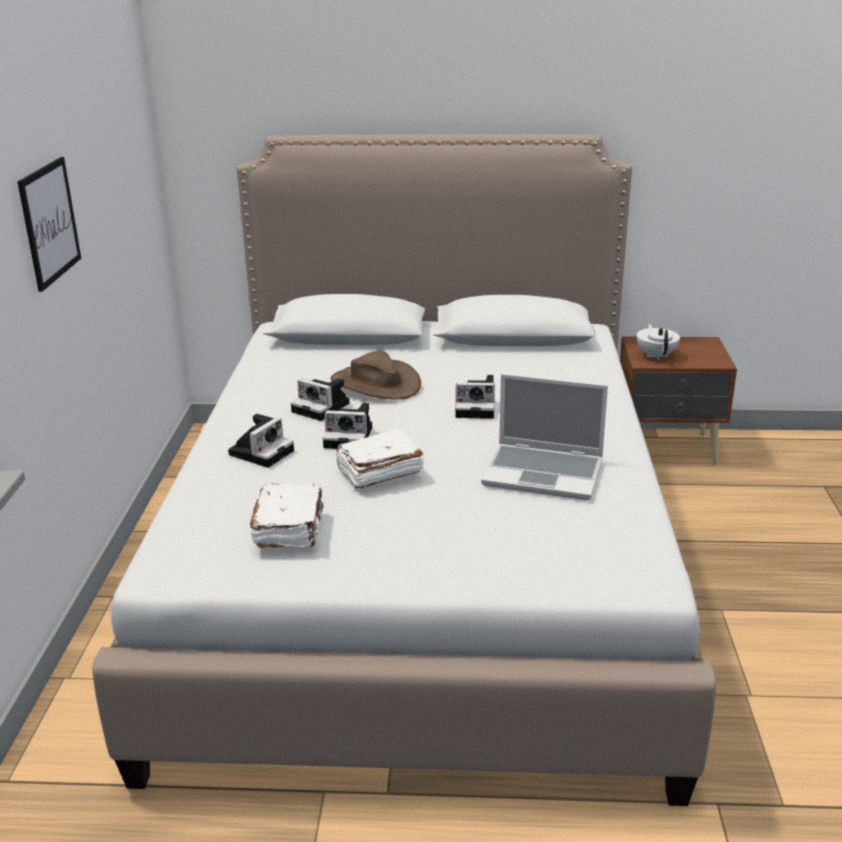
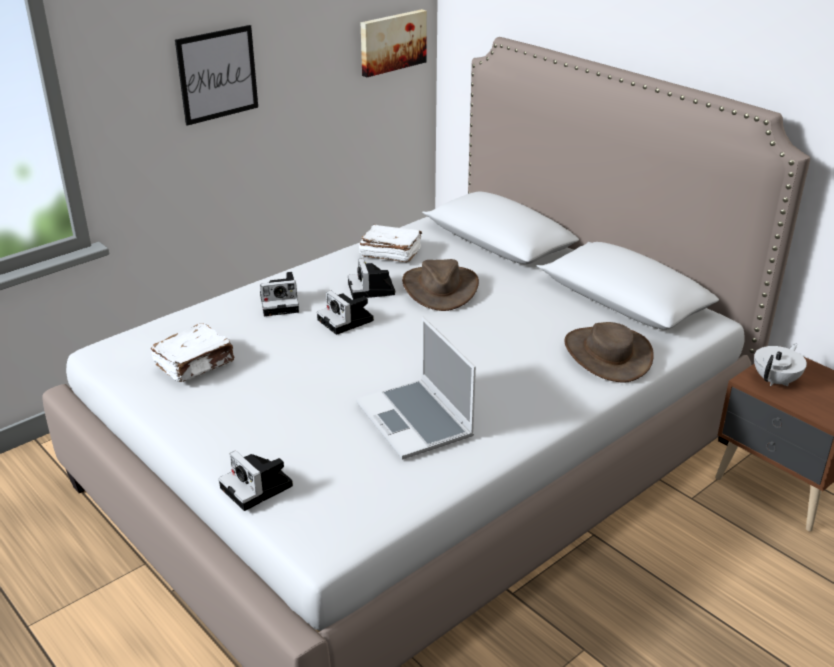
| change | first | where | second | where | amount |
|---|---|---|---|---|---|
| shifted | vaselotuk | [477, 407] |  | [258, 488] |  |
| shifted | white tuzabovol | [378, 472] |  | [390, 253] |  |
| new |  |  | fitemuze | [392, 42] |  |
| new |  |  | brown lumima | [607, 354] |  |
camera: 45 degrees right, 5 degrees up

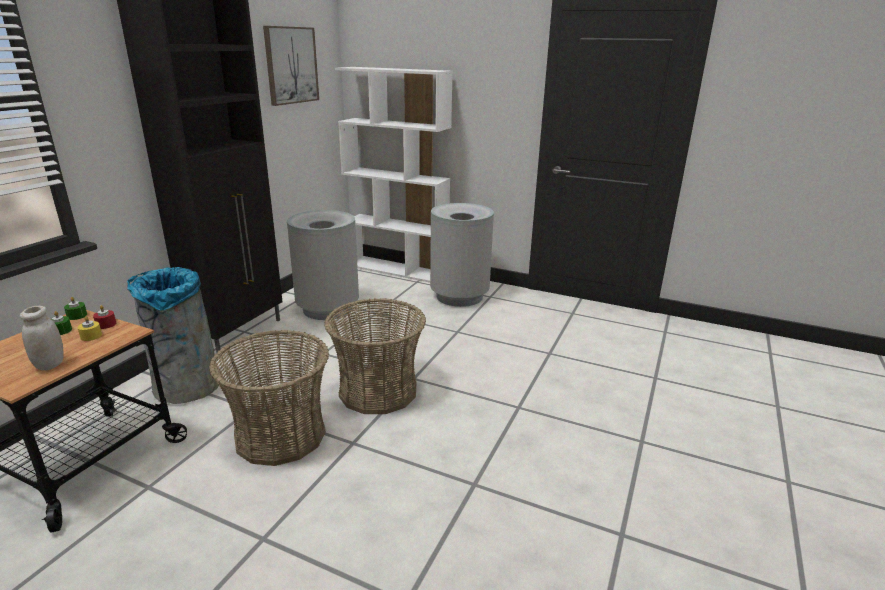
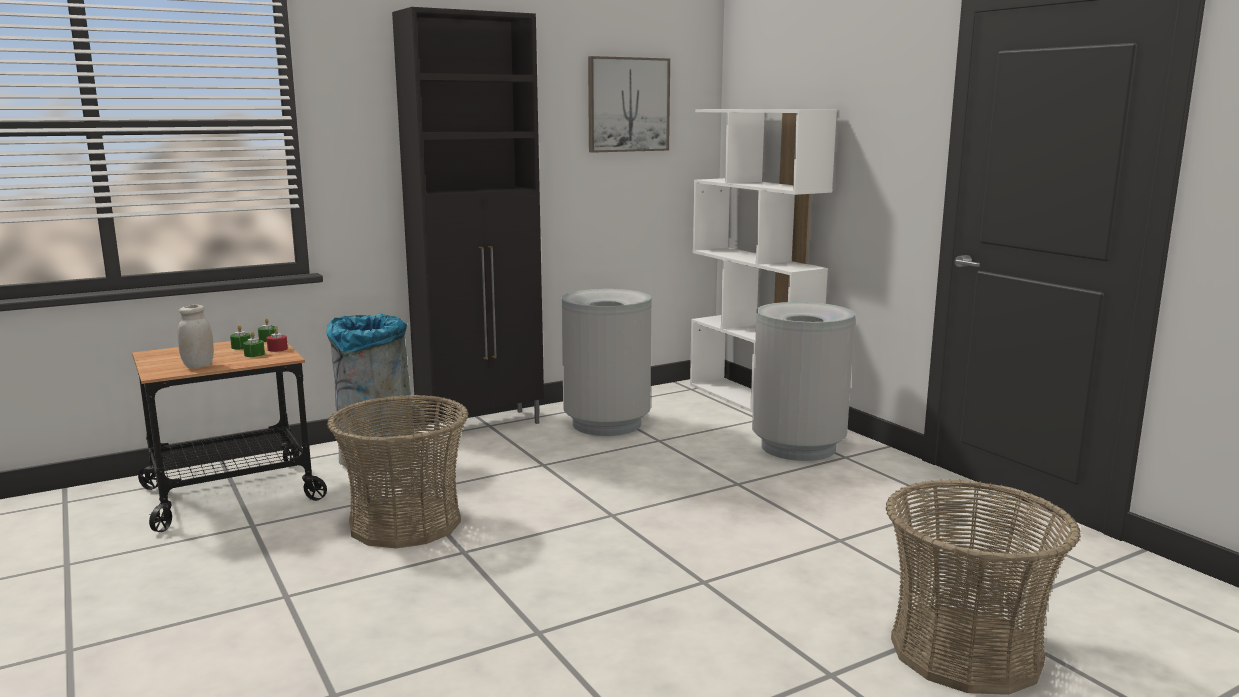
| change | first | where | second | where | amount |
|---|---|---|---|---|---|
| repainted | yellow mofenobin | [91, 336] | green mofenobin | [254, 354] |  |
| shifted | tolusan | [378, 391] |  | [965, 651] |  |
camera: 35 degrees right, 10 degrees down

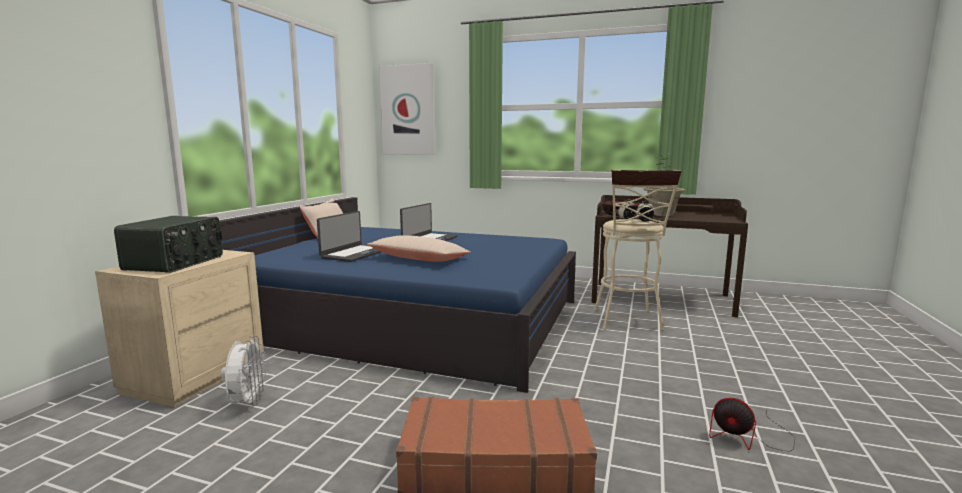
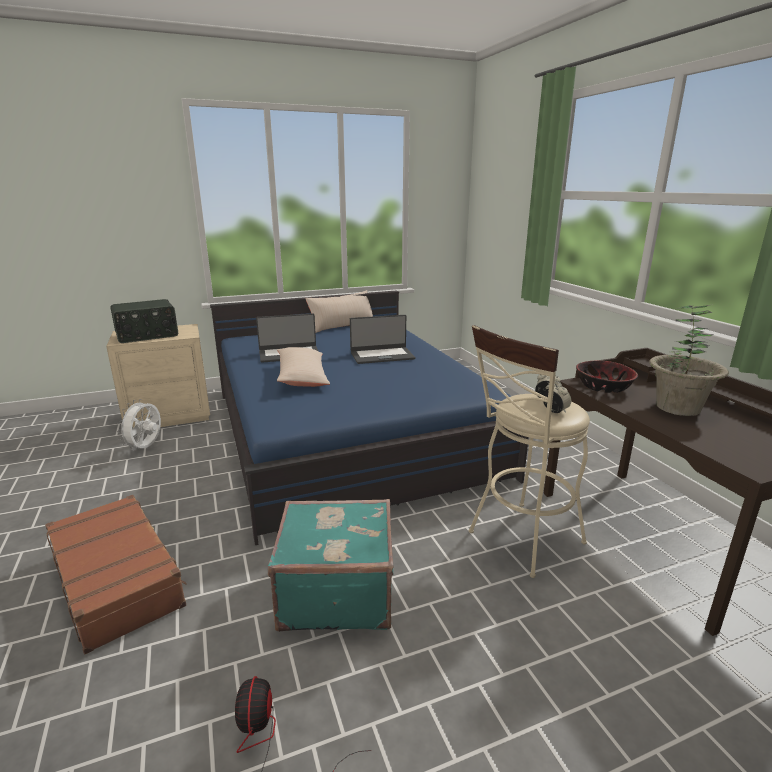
| change | first | where | second | where | amount |
|---|---|---|---|---|---|
| rotated | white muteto | [247, 403] |  | [146, 448] | 150 degrees clockwise |
| new |  |  | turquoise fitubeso | [336, 591] |  |
| gone | fitemuze | [408, 110] |  |  |  |
camera: 50 degrees right, 10 degrees up

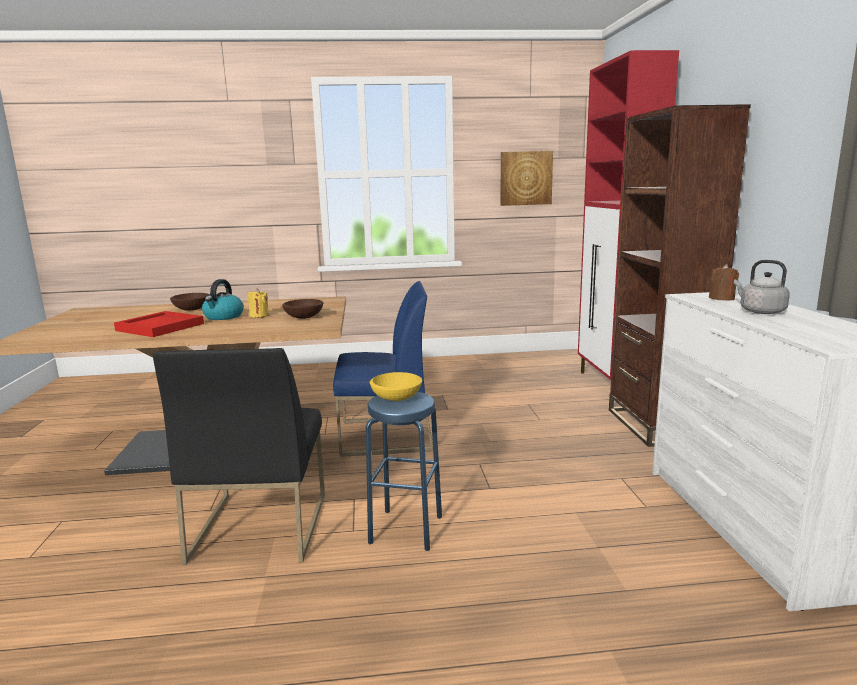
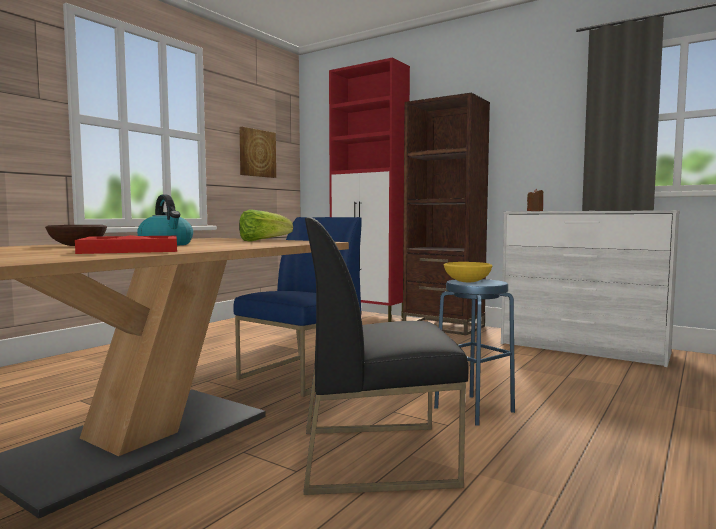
| change | first | where | second | where | amount |
|---|---|---|---|---|---|
| swapped | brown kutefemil | [304, 317] | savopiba | [262, 241] |  |
| rotated | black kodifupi | [259, 526] |  | [377, 456] | 135 degrees clockwise |
| gone | yellow mofenobin | [259, 316] |  |  |  |
| gone | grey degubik | [759, 311] |  |  |  |
camera: 50 degrees left, 10 degrees down

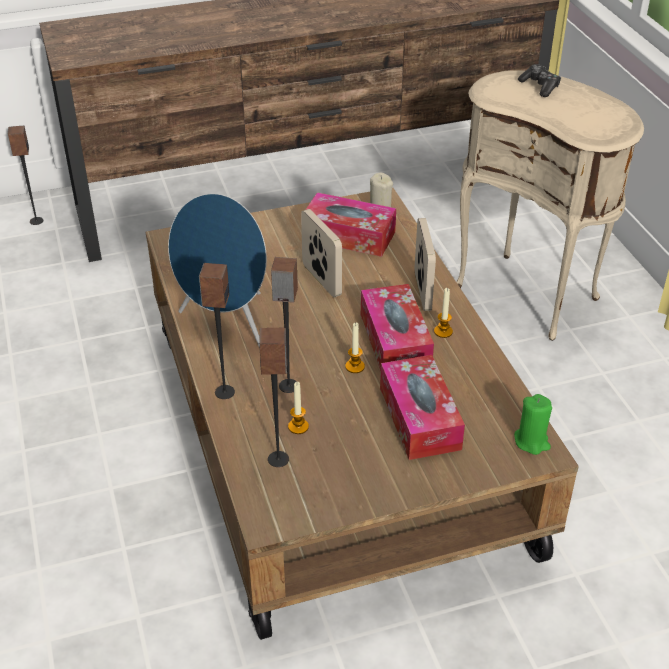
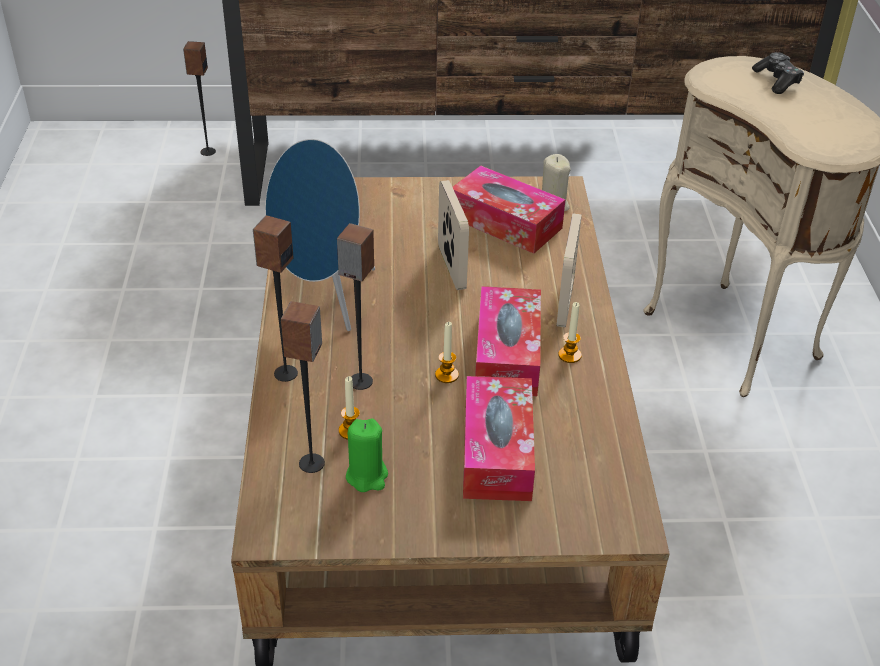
| change | first | where | second | where | amount |
|---|---|---|---|---|---|
| shifted | green mofenobin | [532, 441] |  | [367, 476] |  |
camera: 15 degrees right, 0 degrees up

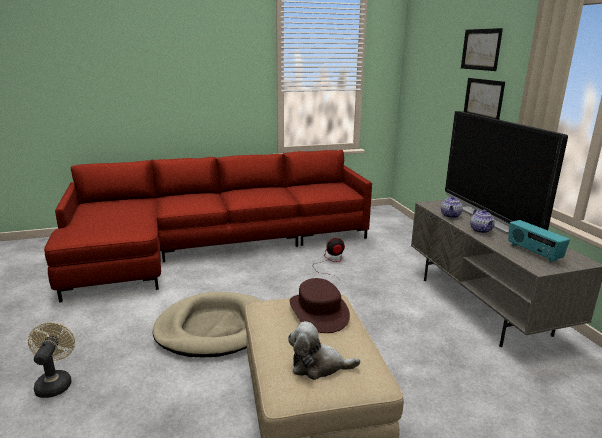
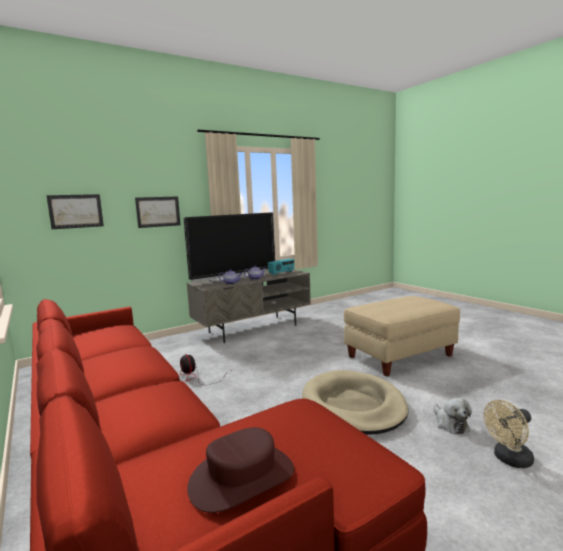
| change | first | where | second | where | amount |
|---|---|---|---|---|---|
| shifted | fitemuze | [481, 49] |  | [76, 211] |  |
| shifted | brown lumima | [319, 312] |  | [242, 477] |  |
| shifted | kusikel | [318, 366] |  | [450, 424] |  |
camera: 105 degrees left, 10 degrees down

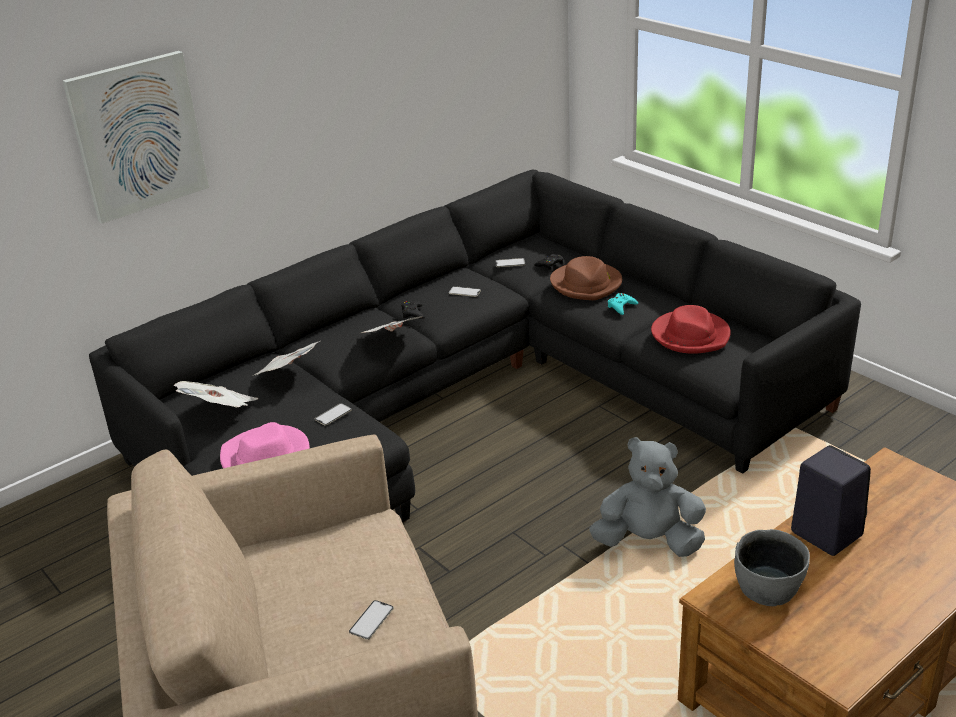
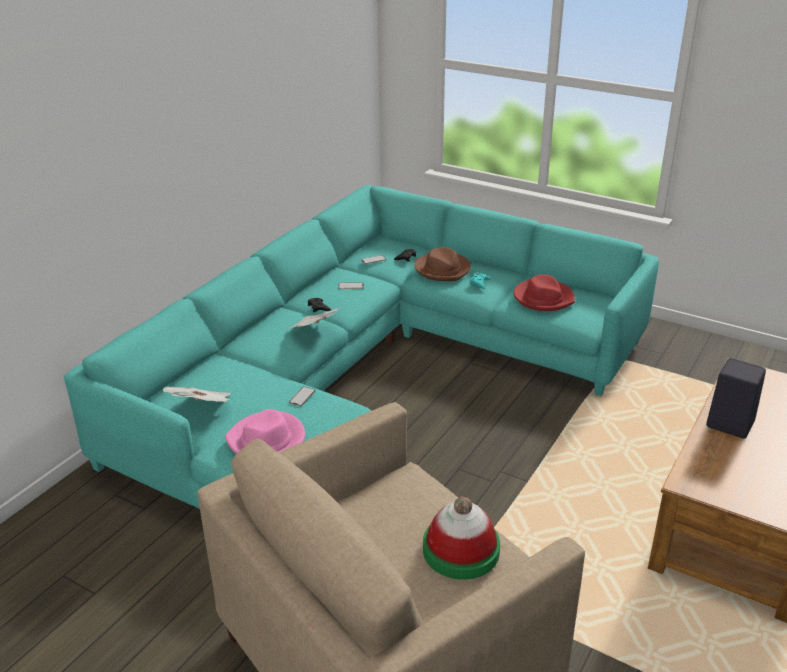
| change | first | where | second | where | amount |
|---|---|---|---|---|---|
| repainted | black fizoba | [471, 398] | turquoise fizoba | [368, 371] |  |
| swapped | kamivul | [371, 620] | lumima | [461, 550] |  |
| gone | fitemuze | [138, 136] |  |  |  |
| gone | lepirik | [289, 374] |  |  |  |
| gone | grey kusikel | [649, 542] |  |  |  |
| gone | grey kutefemil | [769, 587] |  |  |  |
camera: 20 degrees left, 0 degrees up

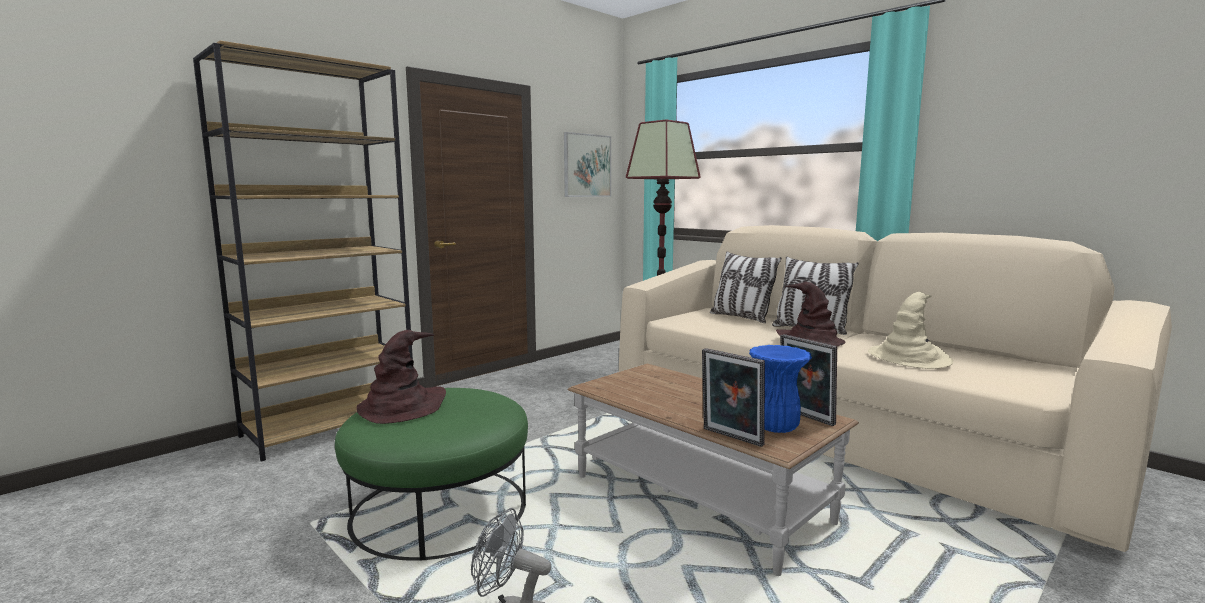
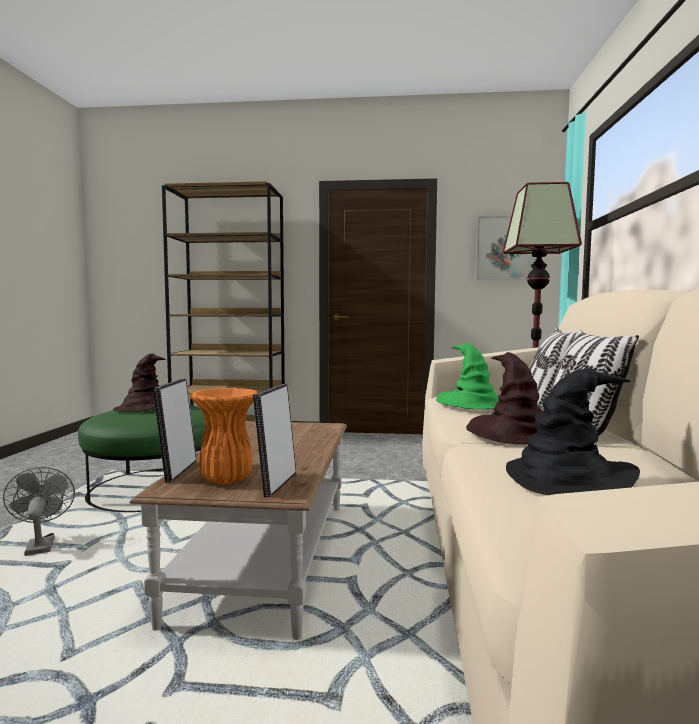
| change | first | where | second | where | amount |
|---|---|---|---|---|---|
| repainted | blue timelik | [775, 428] | orange timelik | [225, 479] |  |
| new |  |  | green lumima | [471, 404] |  |
| repainted | beige lumima | [910, 358] | black lumima | [568, 478] |  |
camera: 50 degrees right, 5 degrees down

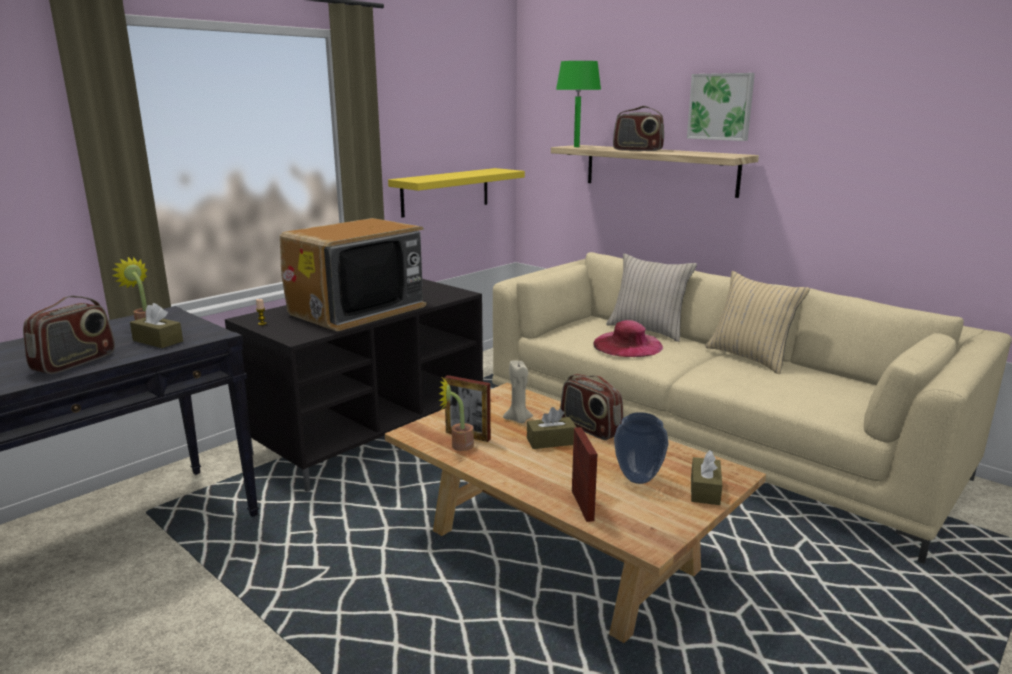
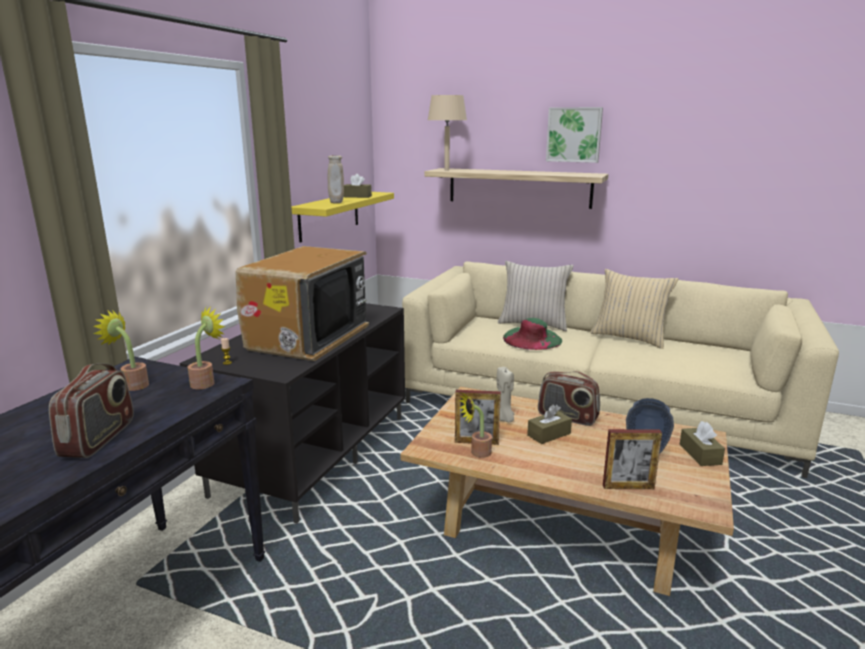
| change | first | where | second | where | amount |
|---|---|---|---|---|---|
| new |  |  | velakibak | [206, 382] |  |
| new |  |  | beige timelik | [336, 203] |  |
| shifted | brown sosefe | [158, 341] |  | [357, 196] |  |
| repainted | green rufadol | [576, 147] | beige rufadol | [447, 170] |  |
| repainted | pink lumima | [627, 345] | green lumima | [532, 339] |  |
| rotated | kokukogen | [582, 505] |  | [628, 487] | 120 degrees clockwise |
| gone | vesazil | [637, 150] |  |  |  |
camera: 20 degrees left, 0 degrees up

